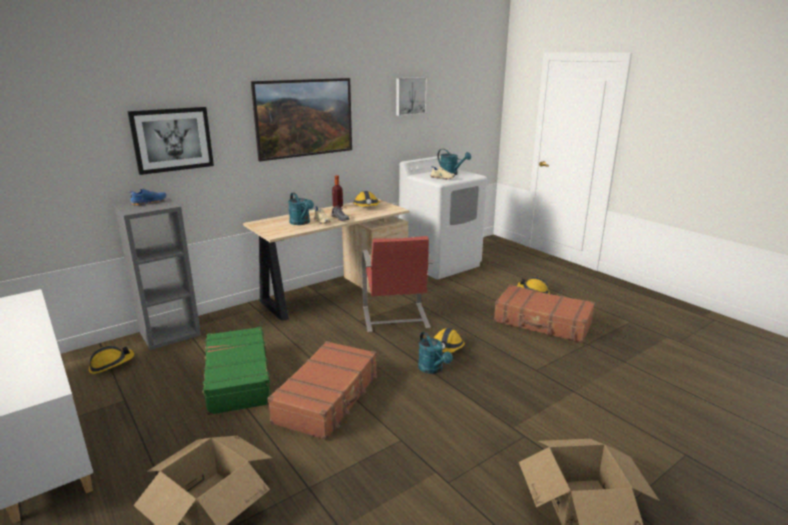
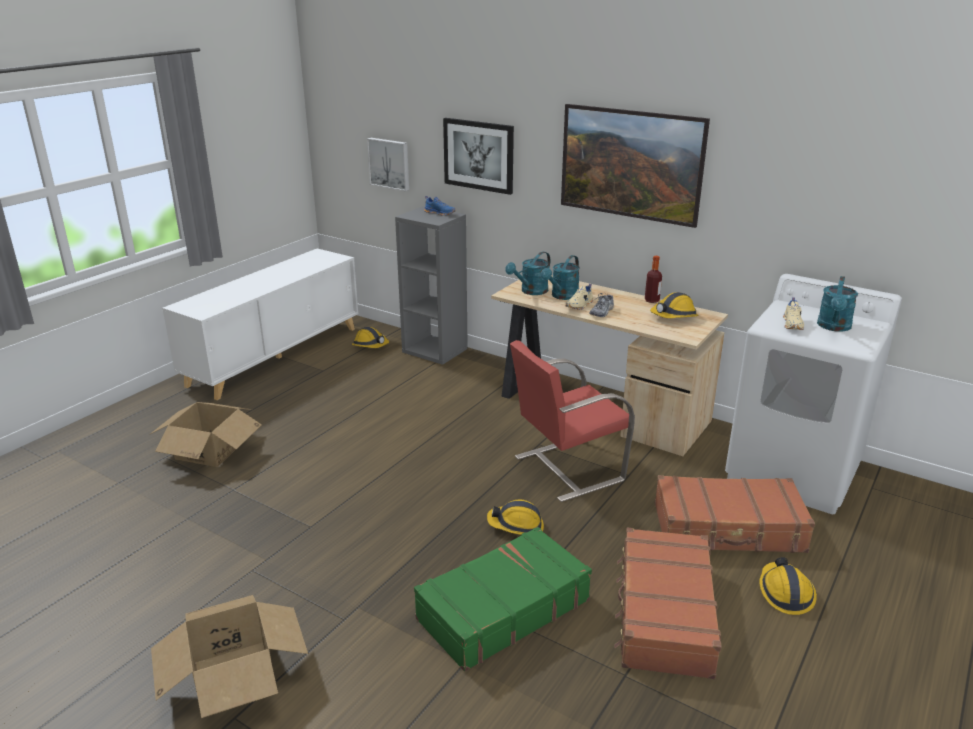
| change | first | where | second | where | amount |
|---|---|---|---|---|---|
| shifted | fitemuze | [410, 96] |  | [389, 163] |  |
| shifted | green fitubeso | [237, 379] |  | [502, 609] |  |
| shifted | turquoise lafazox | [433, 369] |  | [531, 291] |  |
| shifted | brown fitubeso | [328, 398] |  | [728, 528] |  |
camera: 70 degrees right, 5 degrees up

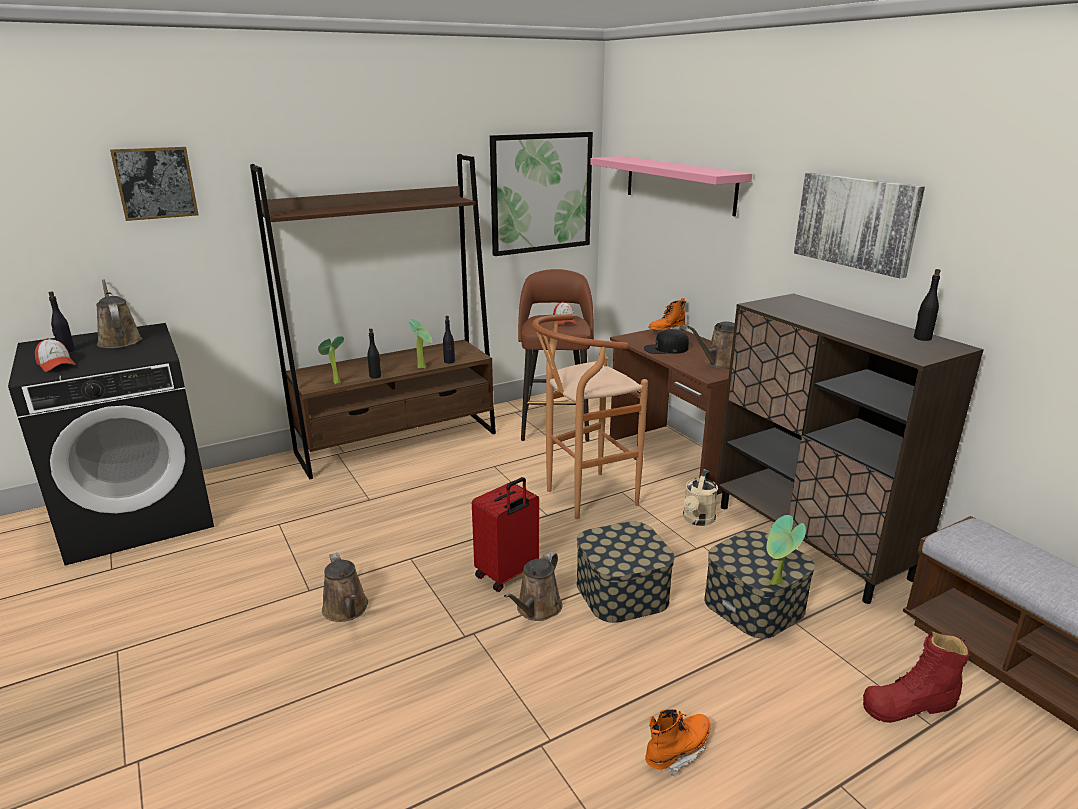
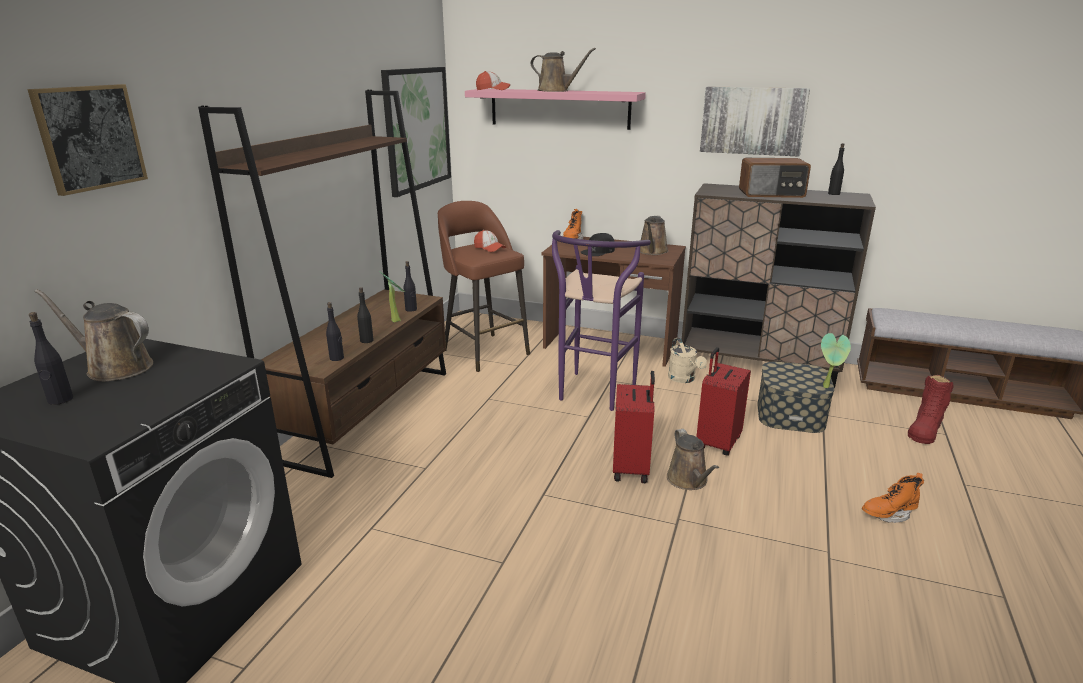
| change | first | where | second | where | amount |
|---|---|---|---|---|---|
| swapped | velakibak | [334, 383] | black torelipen | [337, 358] |  |
| shifted | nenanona | [56, 365] |  | [493, 89] |  |
| shifted | brown lafazox | [346, 610] |  | [556, 91] |  |
| repainted | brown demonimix | [582, 498] | purple demonimix | [593, 395] |  |
| swapped | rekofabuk | [622, 592] | red fitubeso | [717, 443] |  |
| new |  |  | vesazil | [772, 194] |  |
| rotated | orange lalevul | [677, 751] |  | [888, 514] | 120 degrees counterclockwise |
camera: 40 degrees left, 0 degrees up

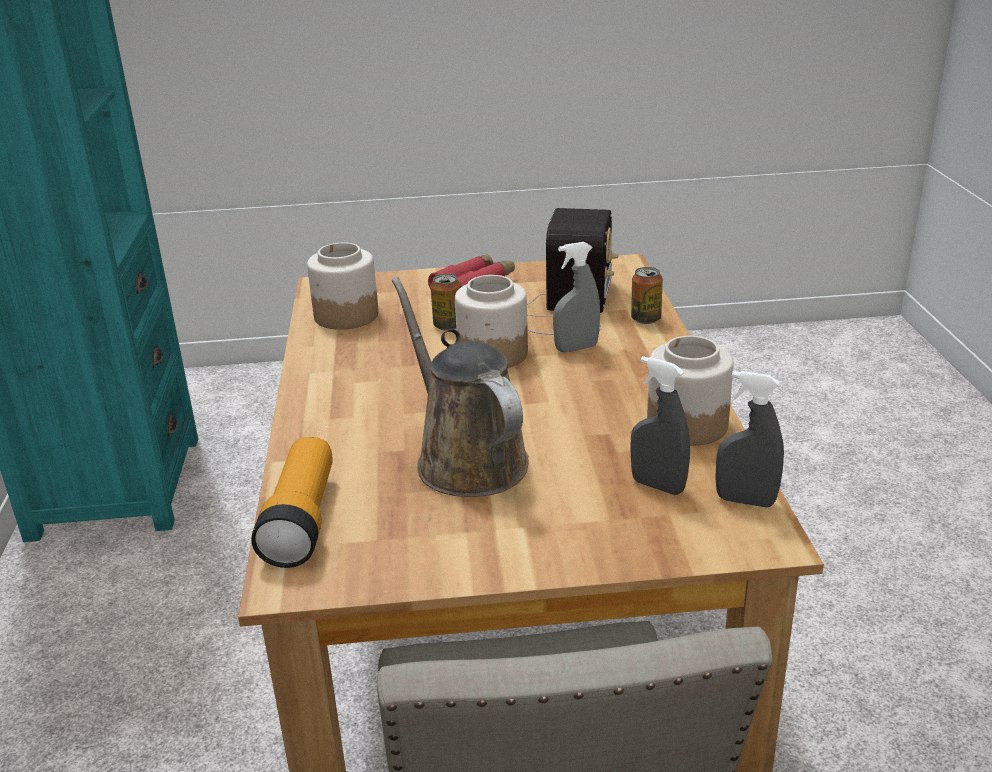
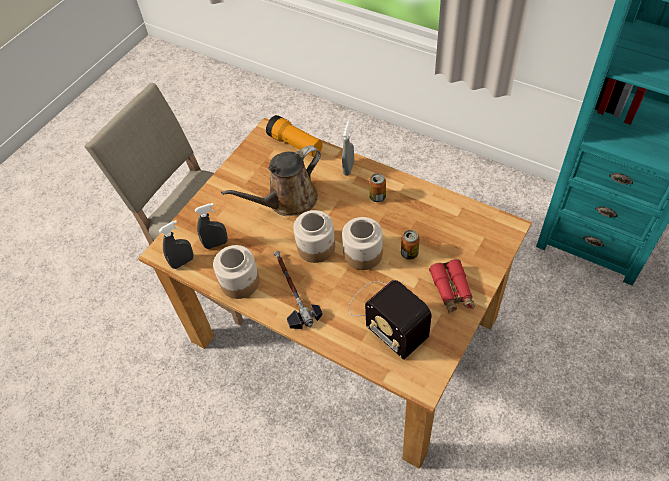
| change | first | where | second | where | amount |
|---|---|---|---|---|---|
| rotated | brown lafazox | [466, 459] |  | [288, 201] | 135 degrees clockwise |
| new |  |  | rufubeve | [292, 291] |  |
| shifted | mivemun | [346, 315] |  | [316, 247] |  |
| shifted | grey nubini | [576, 348] |  | [348, 168] |  |
| shifted | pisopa | [645, 319] |  | [377, 197] |  |
camera: 130 degrees right, 25 degrees up

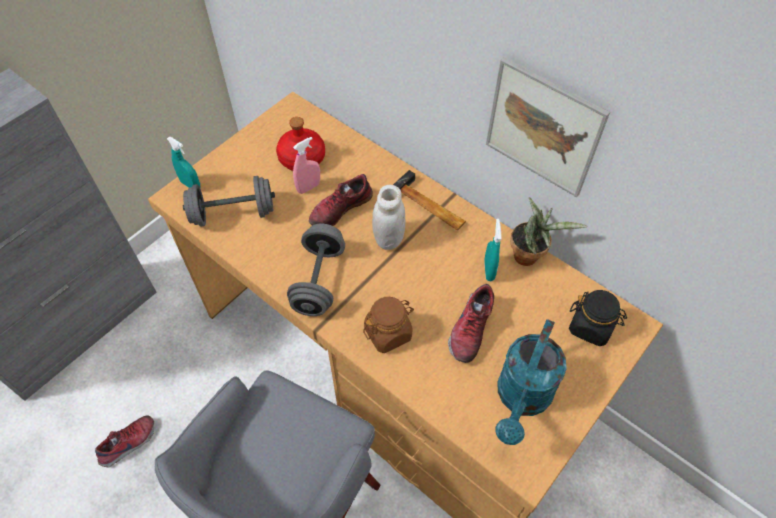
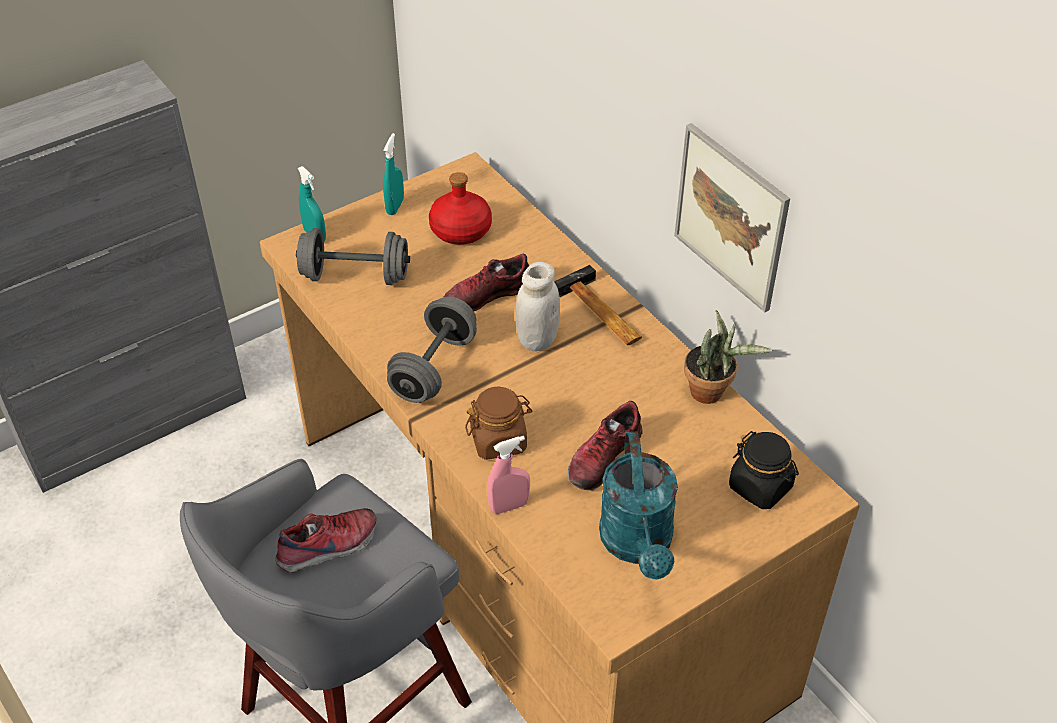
| change | first | where | second | where | amount |
|---|---|---|---|---|---|
| shifted | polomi | [129, 444] |  | [328, 548] |  |
| shifted | turquoise nubini | [489, 270] |  | [395, 206] |  |
| shifted | pink nubini | [308, 187] |  | [509, 506] |  |
| rotated | turquoise lafazox | [521, 399] |  | [638, 545] | 45 degrees counterclockwise |
camera: 15 degrees right, 10 degrees down

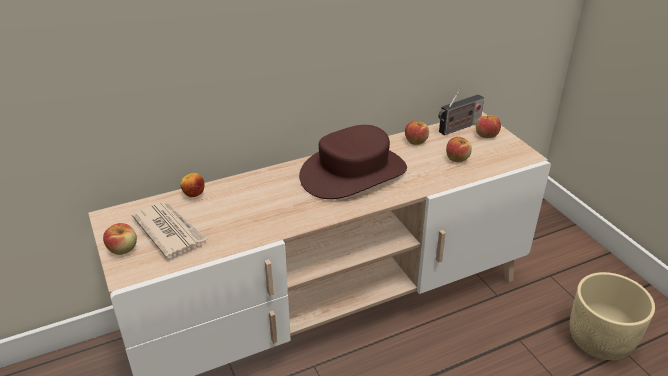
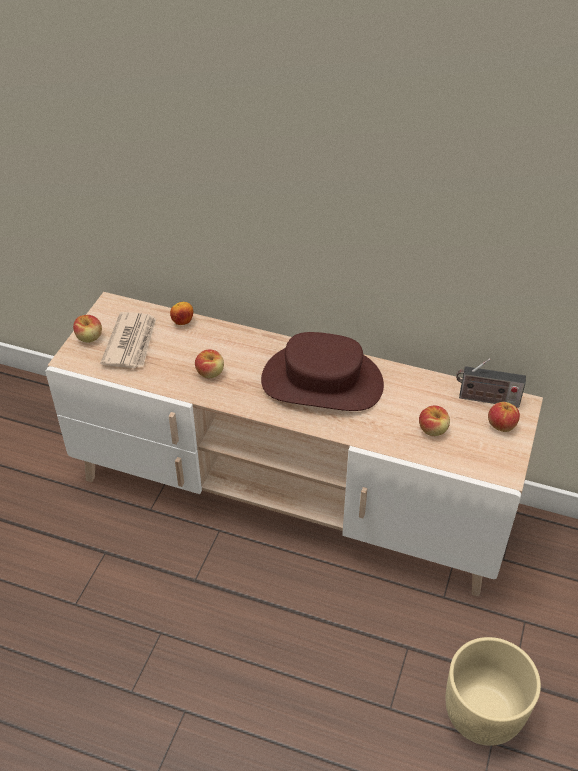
| change | first | where | second | where | amount |
|---|---|---|---|---|---|
| shifted | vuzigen | [415, 141] |  | [210, 372] |  |
camera: 45 degrees right, 10 degrees up

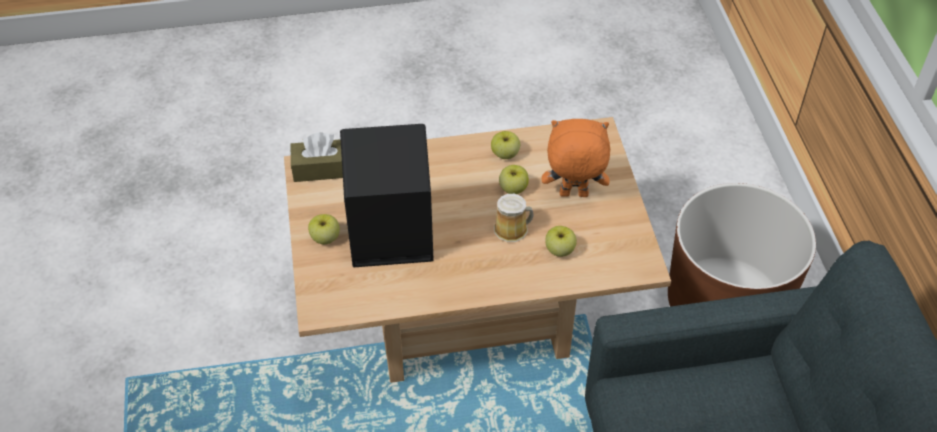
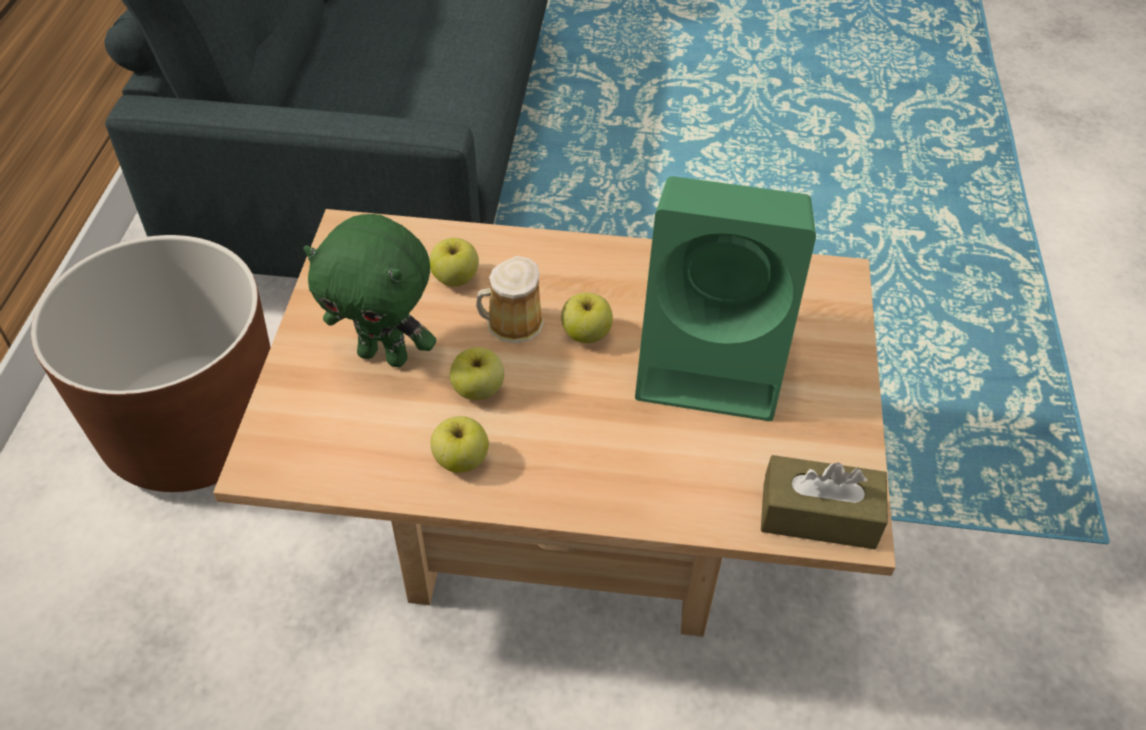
| change | first | where | second | where | amount |
|---|---|---|---|---|---|
| repainted | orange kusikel | [573, 195] | green kusikel | [385, 355] |  |
| shifted | vuzigen | [325, 238] |  | [586, 333] |  |
| repainted | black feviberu | [388, 235] | green feviberu | [715, 360] |  |
camera: 165 degrees left, 0 degrees up

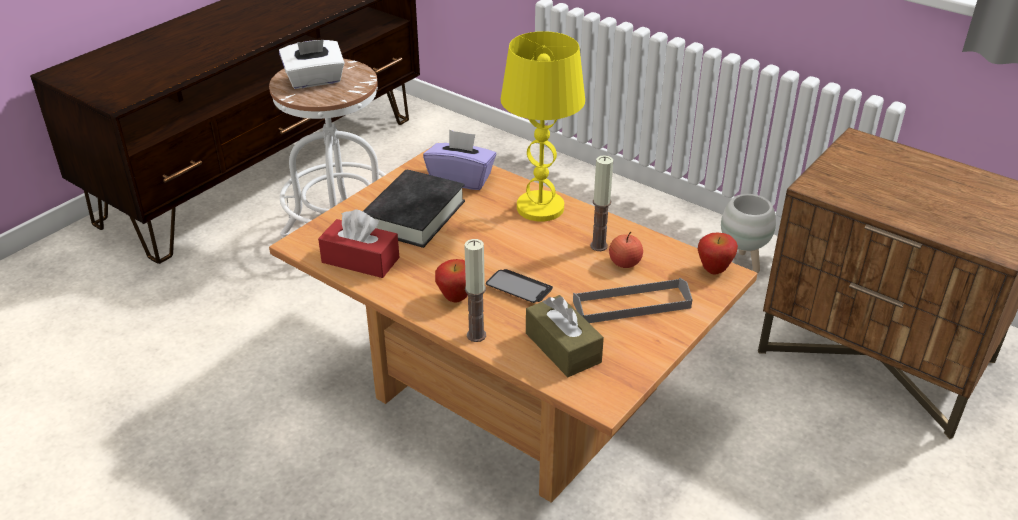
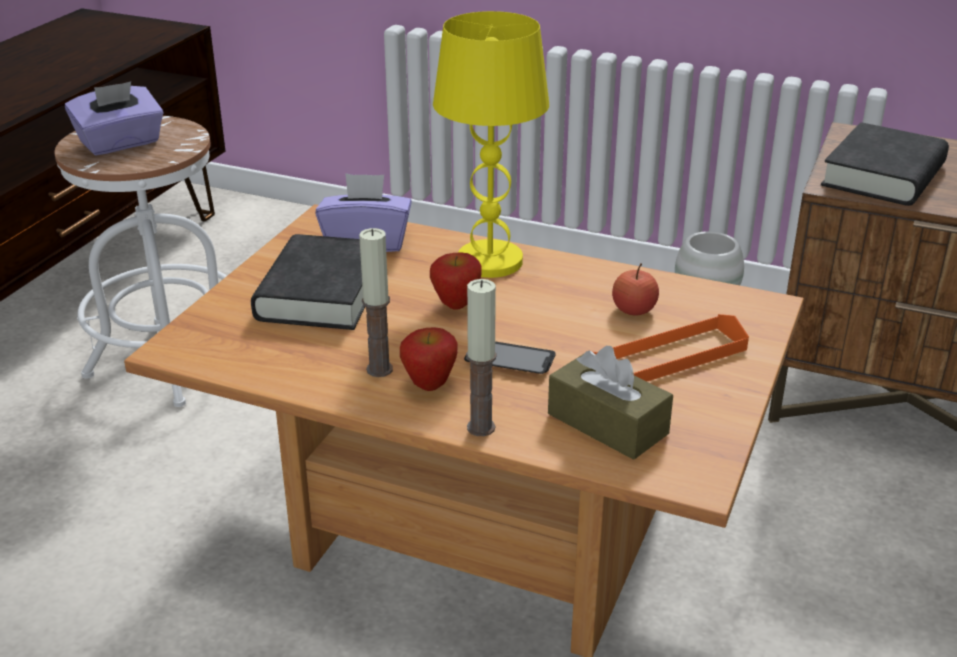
| change | first | where | second | where | amount |
|---|---|---|---|---|---|
| repainted | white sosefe | [315, 81] | purple sosefe | [120, 143] |  |
| shifted | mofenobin | [598, 246] |  | [379, 369] |  |
| shifted | vuzigen | [714, 270] |  | [456, 305] |  |
| repainted | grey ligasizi | [631, 305] | orange ligasizi | [669, 357] |  |
| new |  |  | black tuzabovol | [883, 175] |  |
| gone | red sosefe | [360, 260] |  |  |  |
camera: 15 degrees left, 5 degrees down

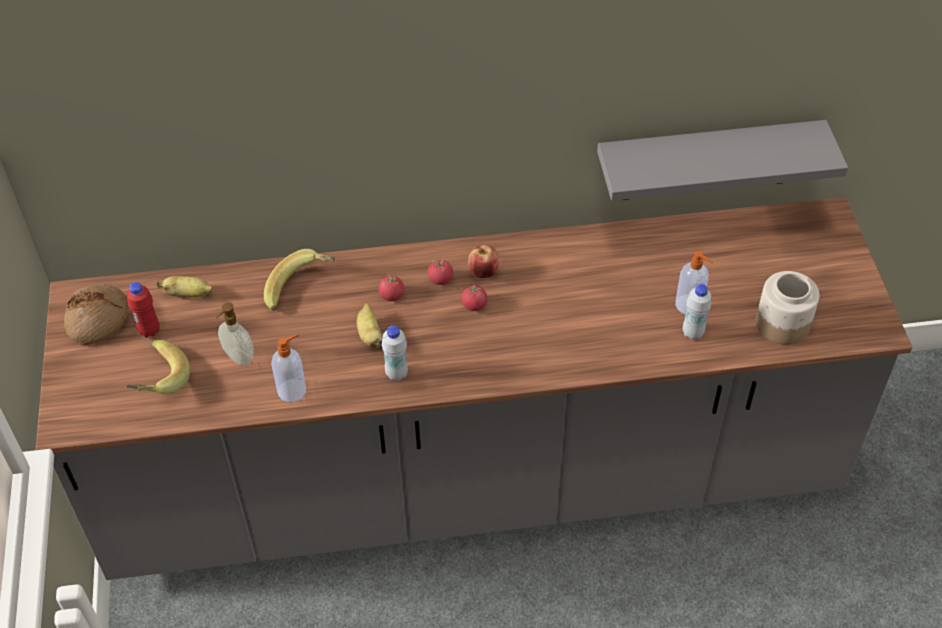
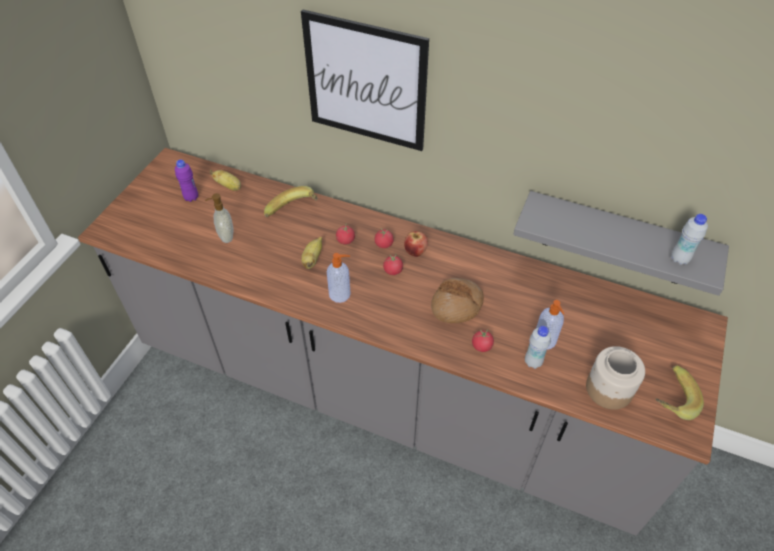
| change | first | where | second | where | amount |
|---|---|---|---|---|---|
| repainted | red torelipen | [149, 330] | purple torelipen | [191, 198] |  |
| new |  |  | fitemuze | [365, 82] |  |
| shifted | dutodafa | [293, 390] |  | [340, 294] |  |
| shifted | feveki | [98, 320] |  | [456, 305] |  |
| new |  |  | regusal | [481, 346] |  |
| shifted | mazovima | [157, 381] |  | [668, 399] |  |
| shifted | white torelipen | [396, 374] |  | [679, 259] |  |
camera: 30 degrees right, 0 degrees up

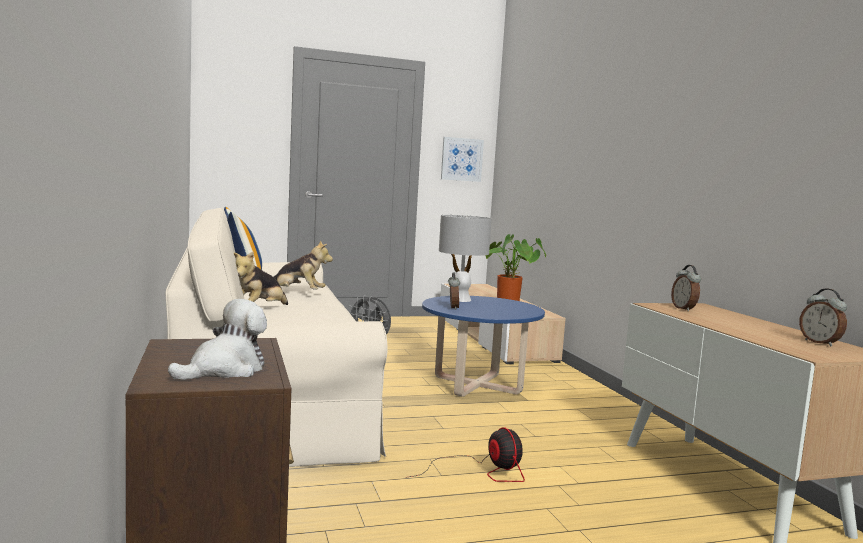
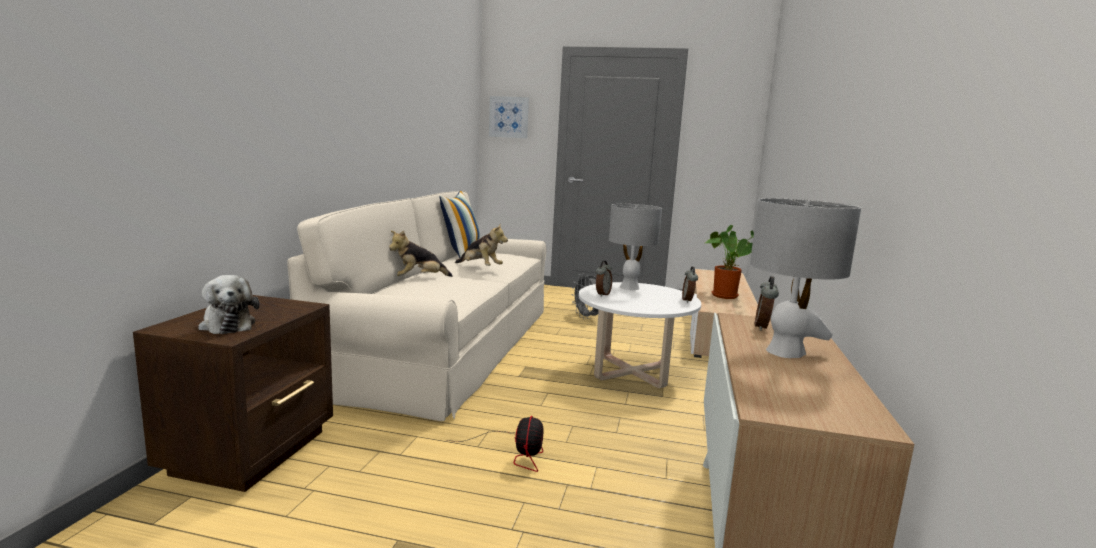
| change | first | where | second | where | amount |
|---|---|---|---|---|---|
| rotated | kusikel | [225, 370] |  | [227, 325] | 75 degrees clockwise |
| shifted | fitemuze | [461, 159] |  | [508, 117] |  |
| repainted | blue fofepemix | [477, 385] | white fofepemix | [632, 372] |  |
| shifted | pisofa | [820, 343] |  | [688, 300] |  |
| new |  |  | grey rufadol | [786, 352] |  |
camera: 30 degrees right, 5 degrees up

